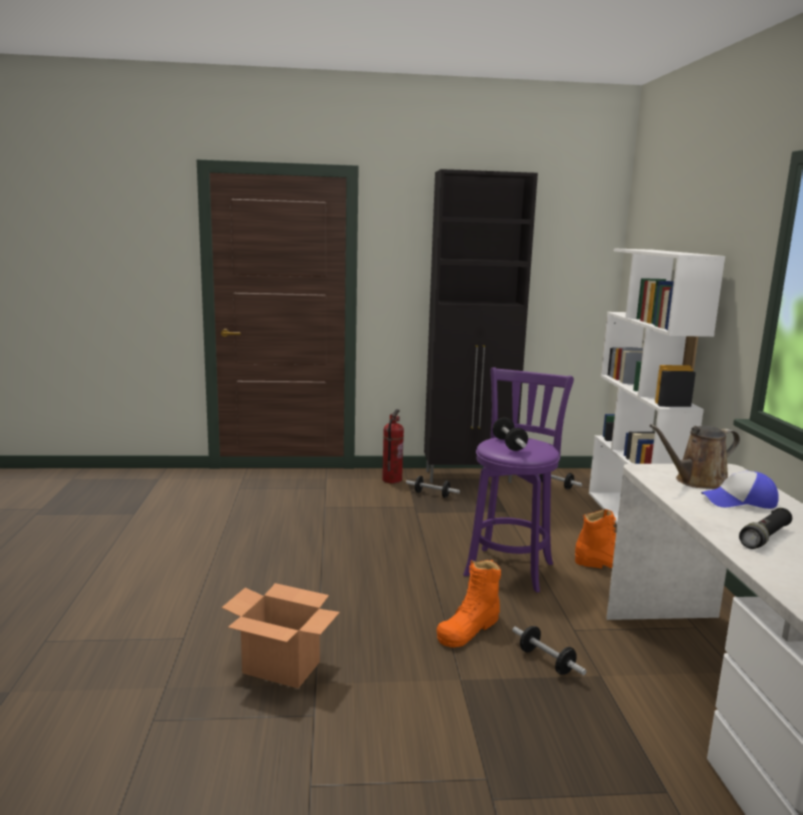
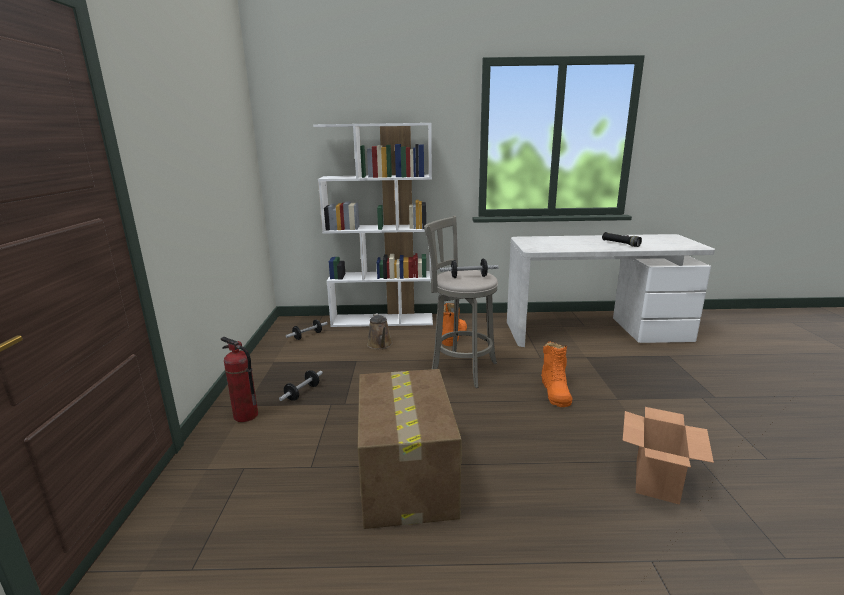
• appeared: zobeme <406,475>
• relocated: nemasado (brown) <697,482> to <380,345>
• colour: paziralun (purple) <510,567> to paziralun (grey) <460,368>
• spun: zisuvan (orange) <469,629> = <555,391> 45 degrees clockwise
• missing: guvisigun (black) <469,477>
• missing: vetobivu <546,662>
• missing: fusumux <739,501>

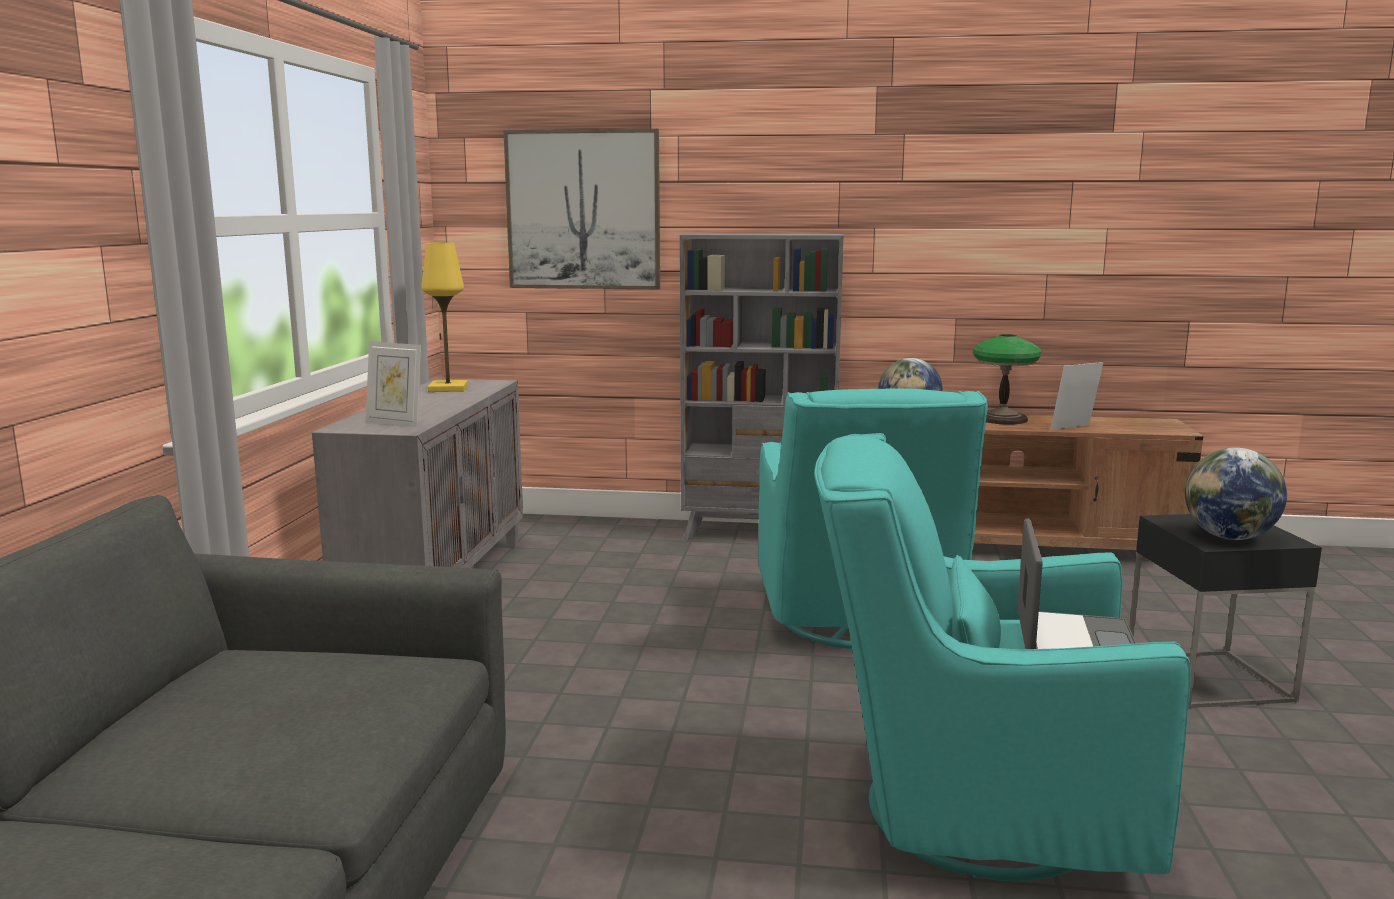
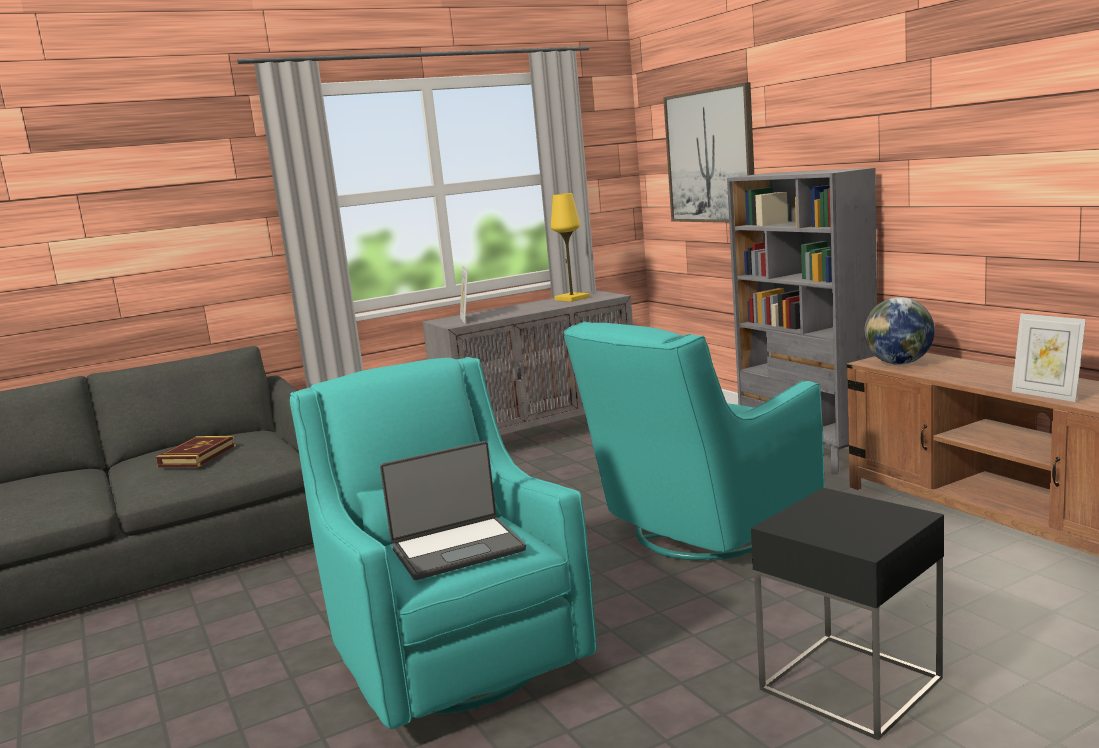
• appeared: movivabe <198,456>
• spun: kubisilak <1074,428> = <1046,395> 150 degrees counterclockwise
• missing: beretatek <1001,419>
• missing: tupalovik <1229,537>

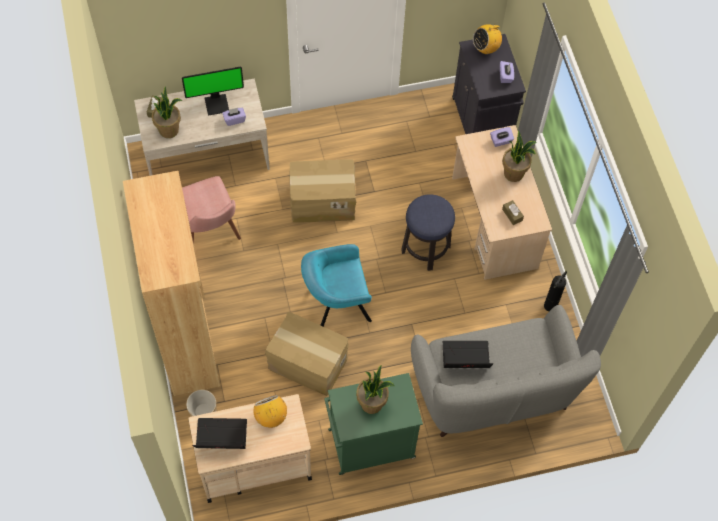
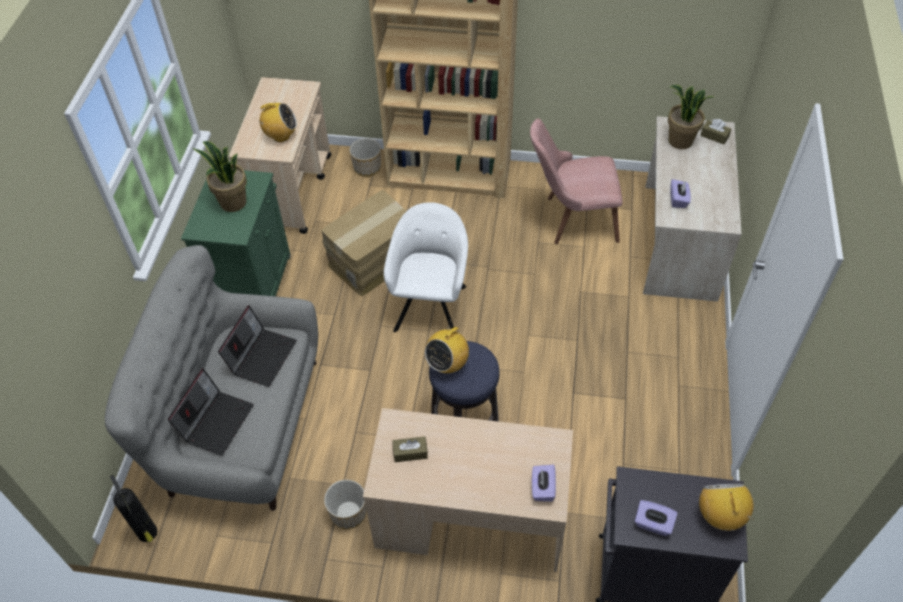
• relocated: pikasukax <550,305> to <148,534>
• relocated: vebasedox <220,438> to <216,421>
• appeared: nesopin <348,513>
• colour: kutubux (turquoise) <336,305> to kutubux (white) <431,305>
• appeared: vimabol <447,364>
• missing: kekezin <217,103>
• missing: zobeme <322,201>
• missing: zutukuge <514,173>

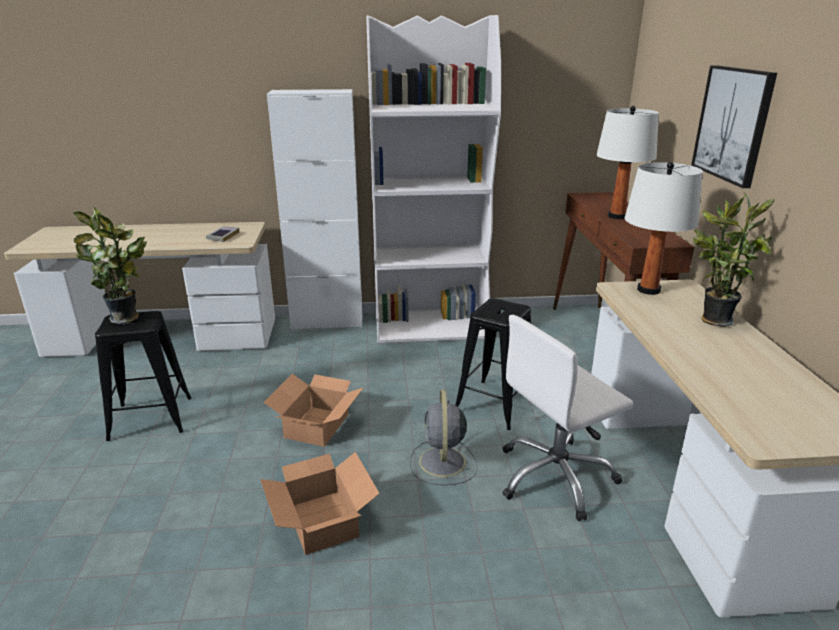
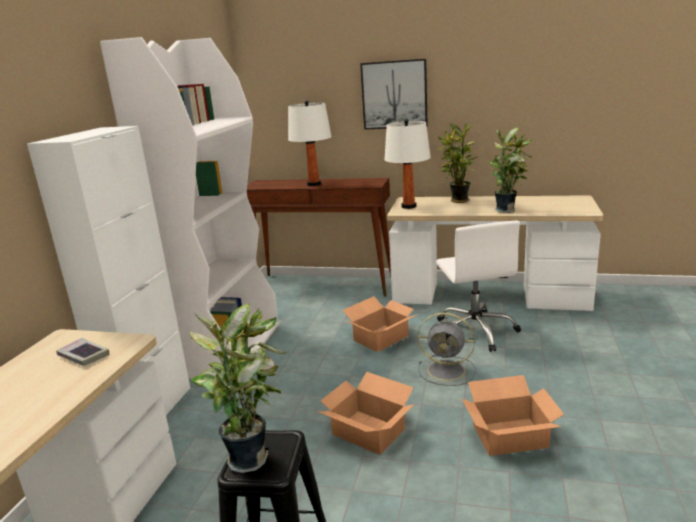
• exchanged: paziralun (black) <494,404> to zobeme <380,338>
• appeared: zutukuge <507,210>

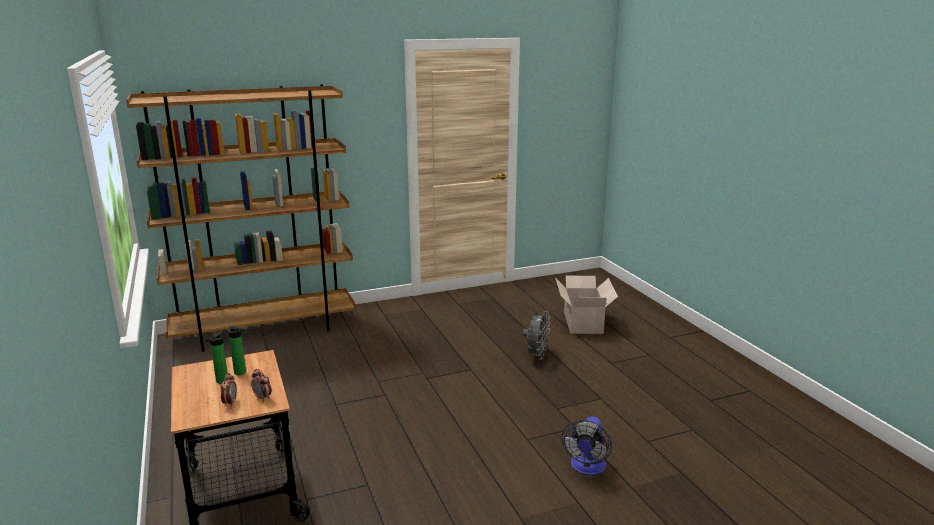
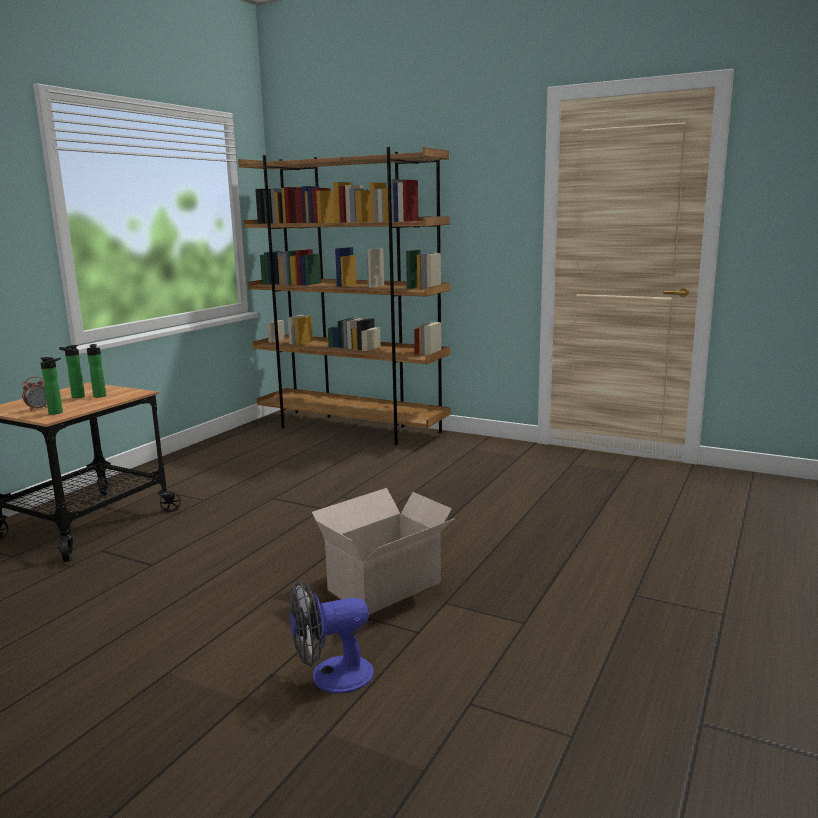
• exchanged: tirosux <262,397> to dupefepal <58,413>
• relocated: zobeme <583,322> to <387,585>
• missing: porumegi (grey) <536,356>

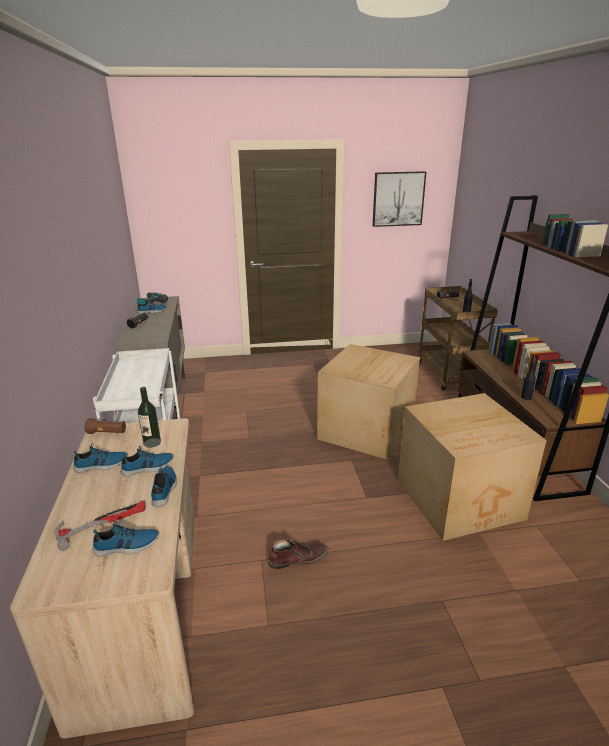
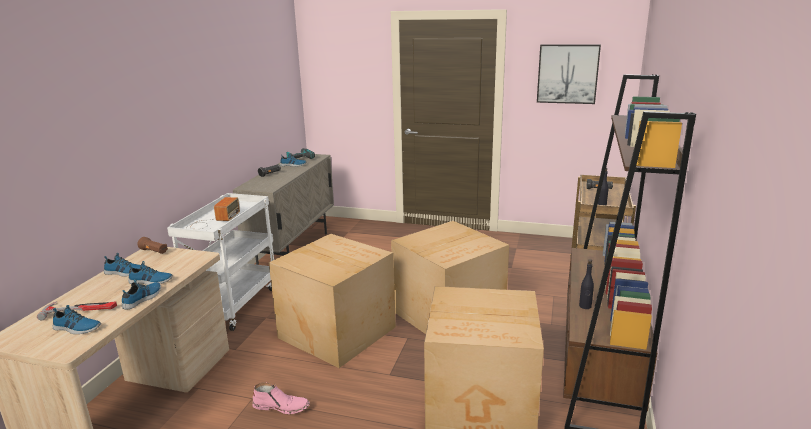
• appeared: vimabol <212,221>
• colour: zisuvan (brown) <298,558> to zisuvan (pink) <281,406>
• appeared: zobeme <337,331>
• missing: dupefepal <152,442>

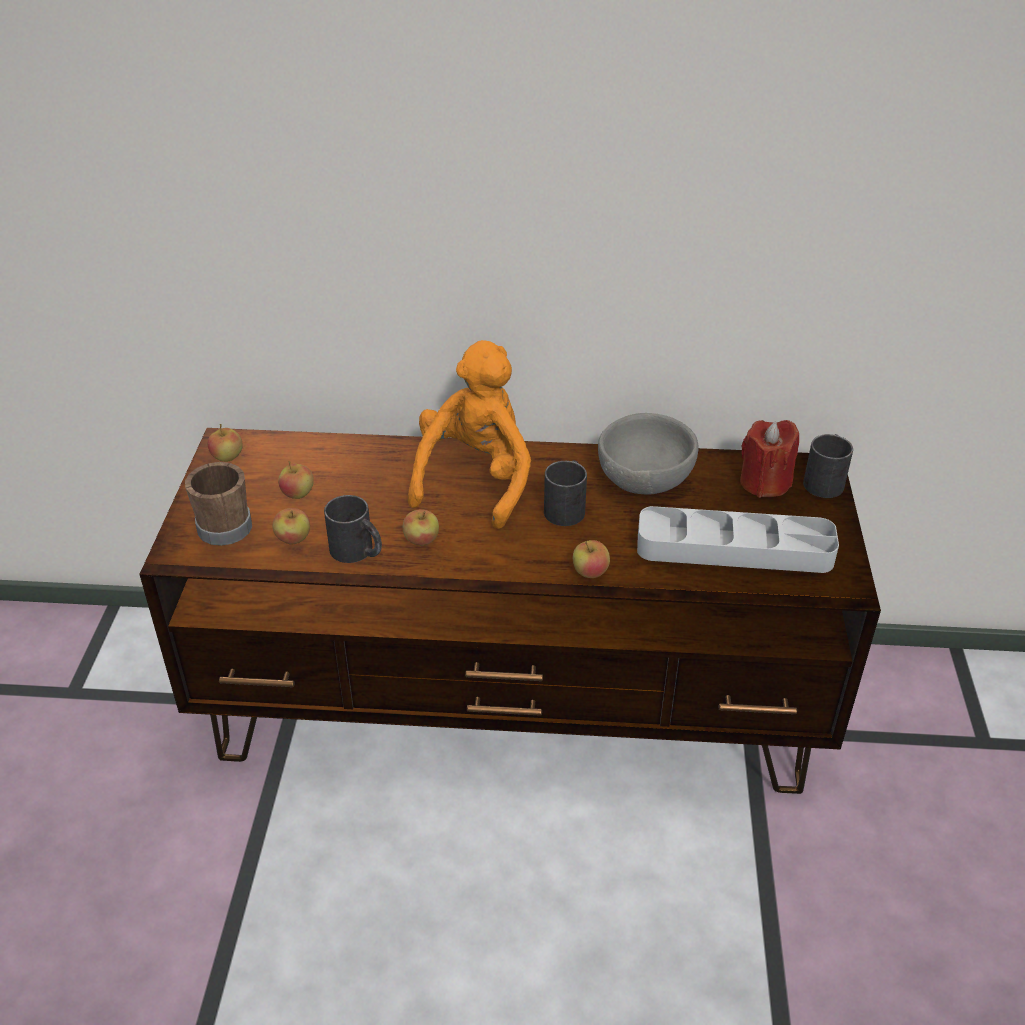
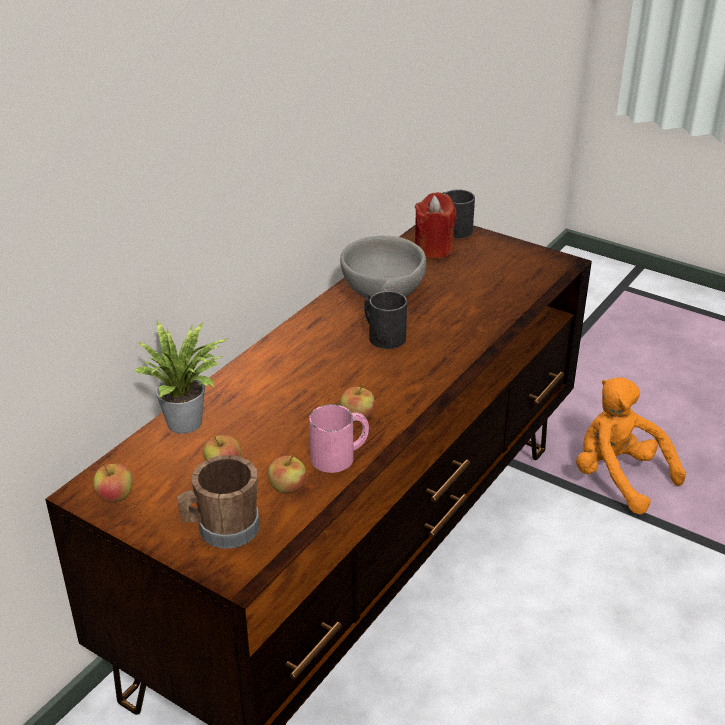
• appeared: zutukuge <189,423>
• colour: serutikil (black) <358,552> to serutikil (pink) <340,455>
• relocated: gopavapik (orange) <475,480> to <618,477>
• missing: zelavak <590,572>
• missing: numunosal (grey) <734,548>

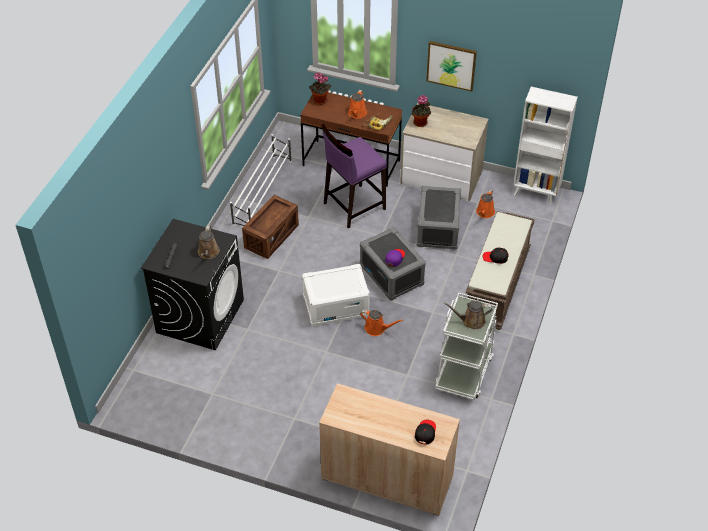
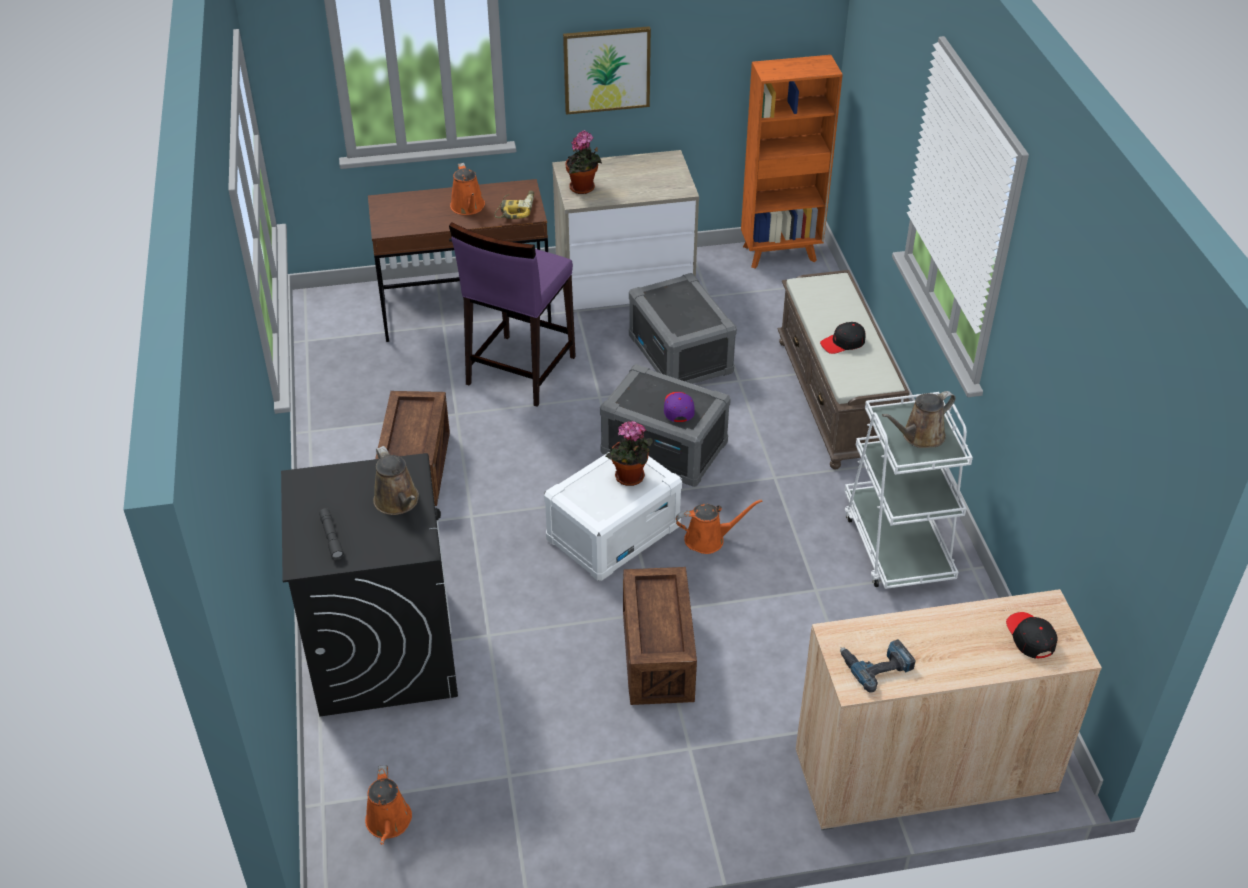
• relocated: nemasado (orange) <484,213> to <389,823>
• relocated: zutukuge <319,101> to <629,479>
• appeared: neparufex <657,655>
• colour: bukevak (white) <536,193> to bukevak (orange) <781,253>
• appeared: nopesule <876,665>
• missing: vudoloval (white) <263,192>

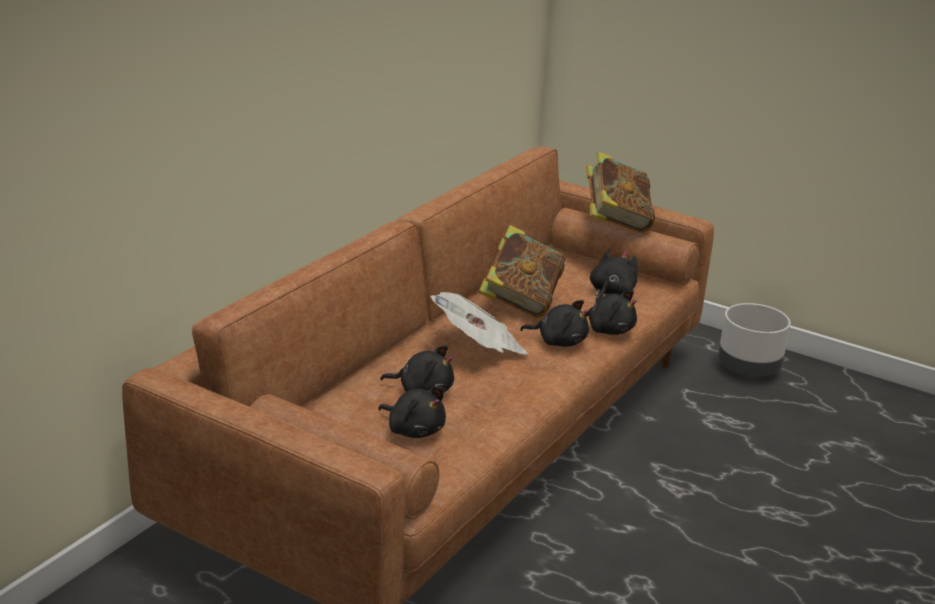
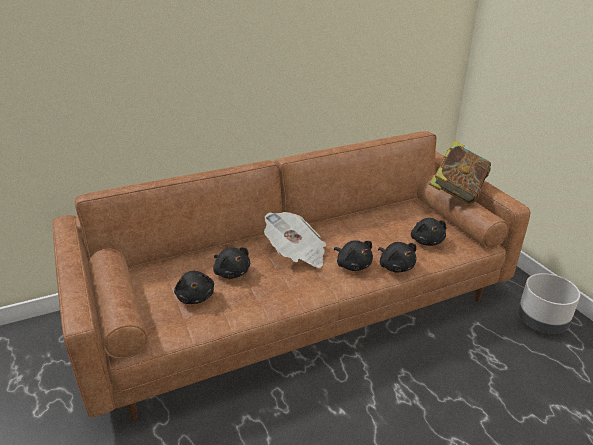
• spun: gopavapik (black) <610,293> = <426,241> 105 degrees clockwise
• missing: movivabe <520,302>

